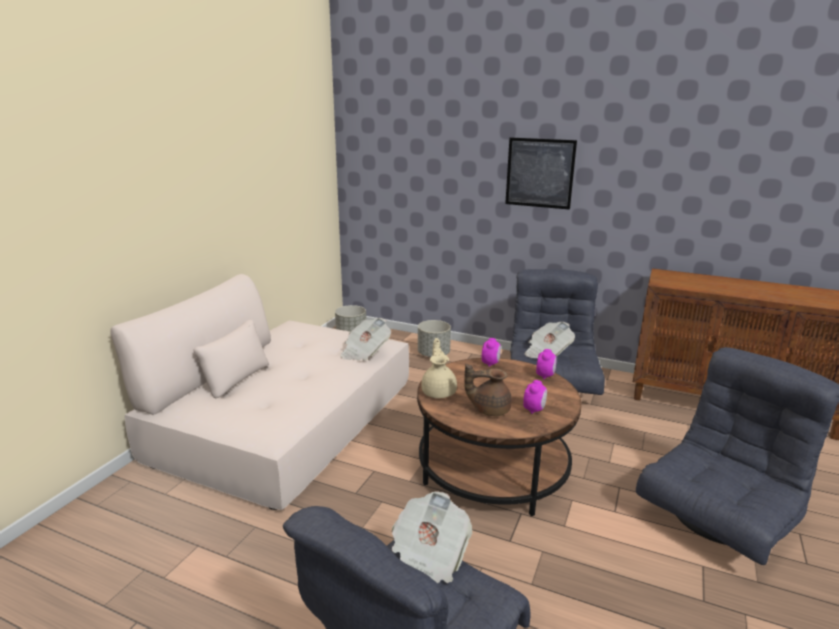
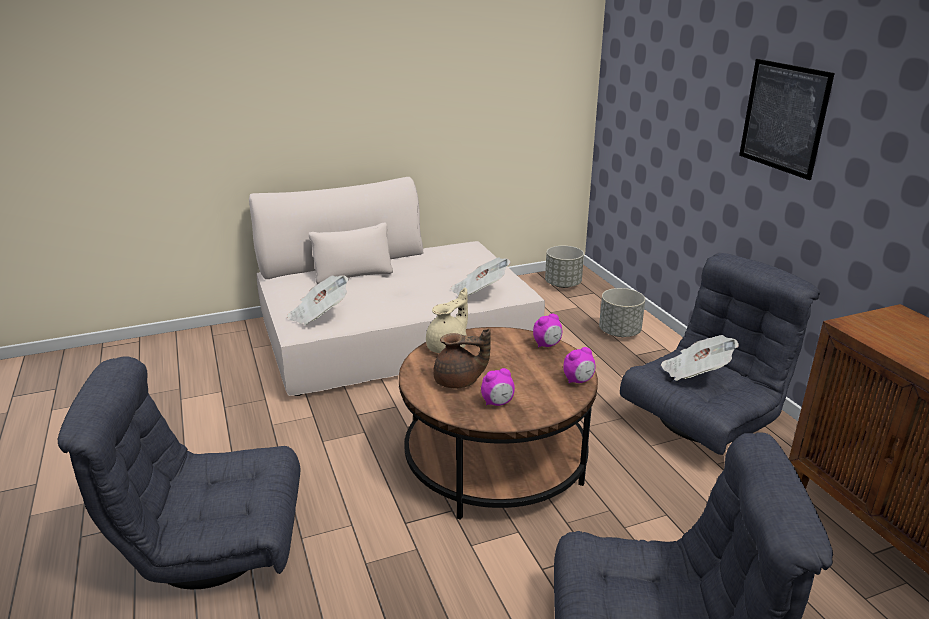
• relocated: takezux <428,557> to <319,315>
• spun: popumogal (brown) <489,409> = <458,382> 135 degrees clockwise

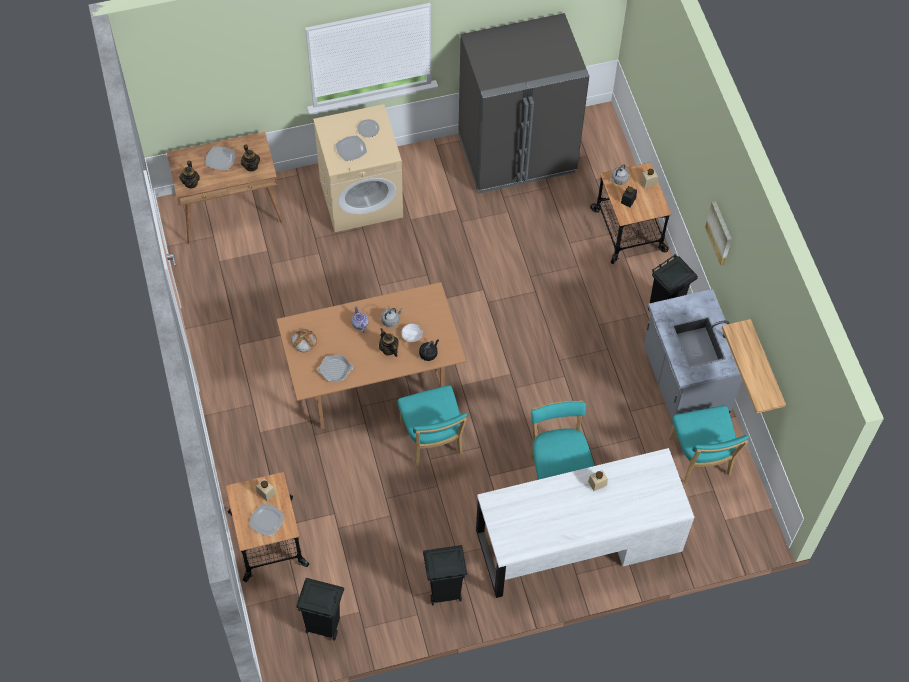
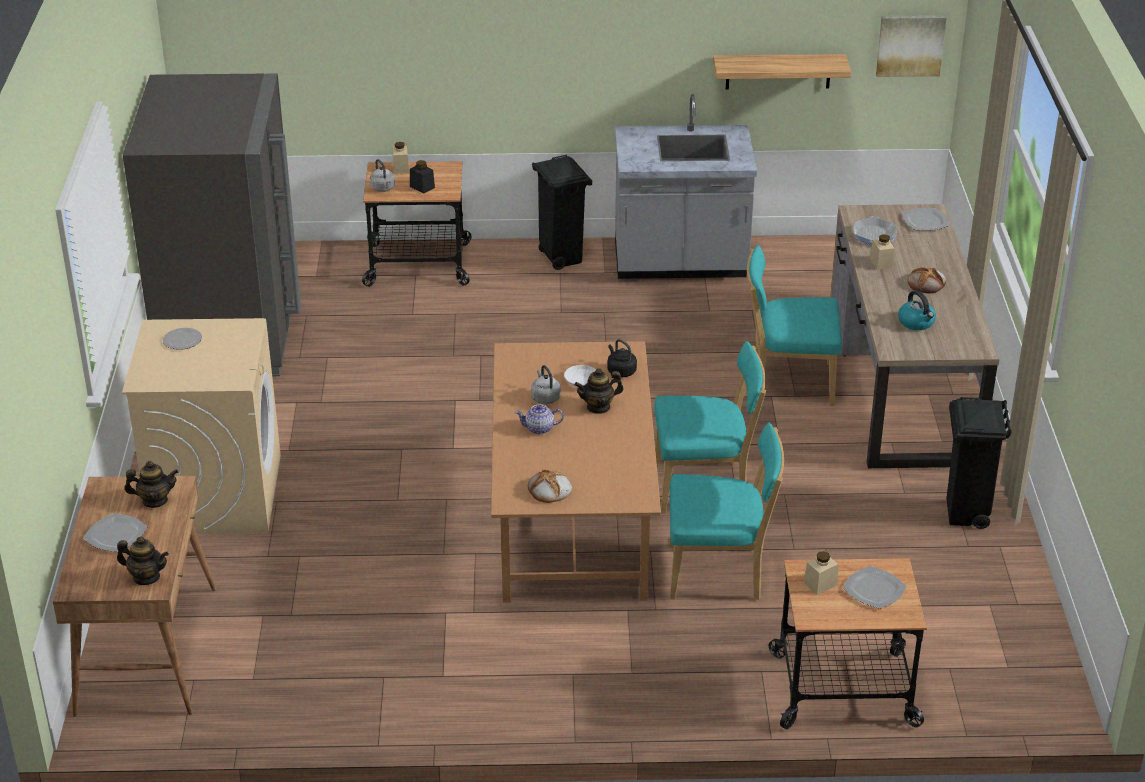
• relocated: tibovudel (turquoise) <700,460> to <720,573>
• colour: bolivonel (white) <578,540> to bolivonel (brown) <901,383>
• relocated: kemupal <335,370> to <874,235>
• relocated: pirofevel <720,232> to <910,45>
• appeared: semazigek <916,322>
• relocated: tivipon <351,149> to <925,221>
• appeared: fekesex <926,283>
• missing: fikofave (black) <323,626>

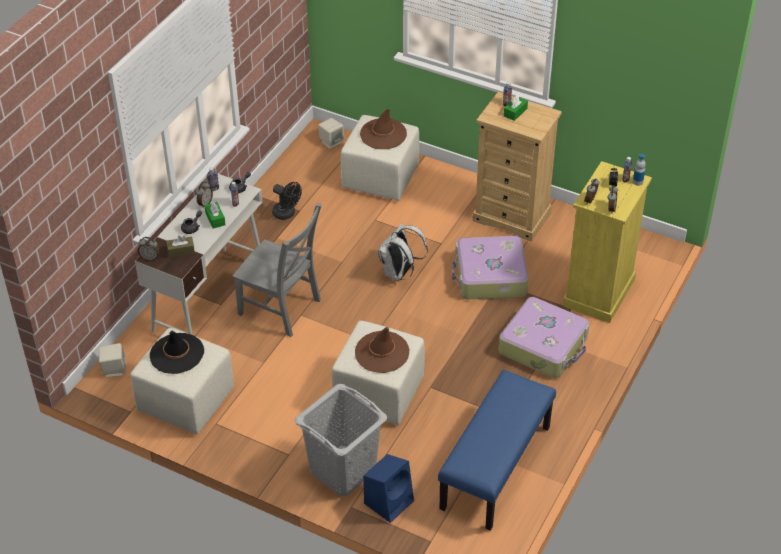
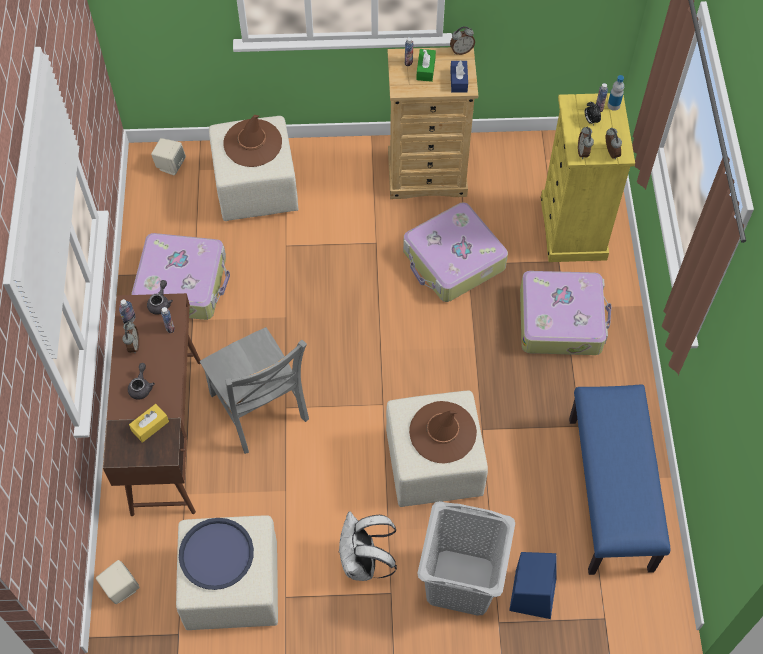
• colour: bolivonel (white) <209,296> to bolivonel (brown) <167,435>
• colour: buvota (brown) <181,251> to buvota (yellow) <150,426>
• exchanged: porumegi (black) <287,214> to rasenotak <183,283>
• exchanged: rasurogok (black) <176,354> to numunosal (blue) <216,554>
• spun: tibovudel (grey) <282,309> = <260,410> 60 degrees clockwise
• relocated: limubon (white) <399,273> to <364,563>
• relocated: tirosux <150,258> to <461,51>
• appeared: buvota (blue) <458,80>
• missing: buvota (green) <215,219>

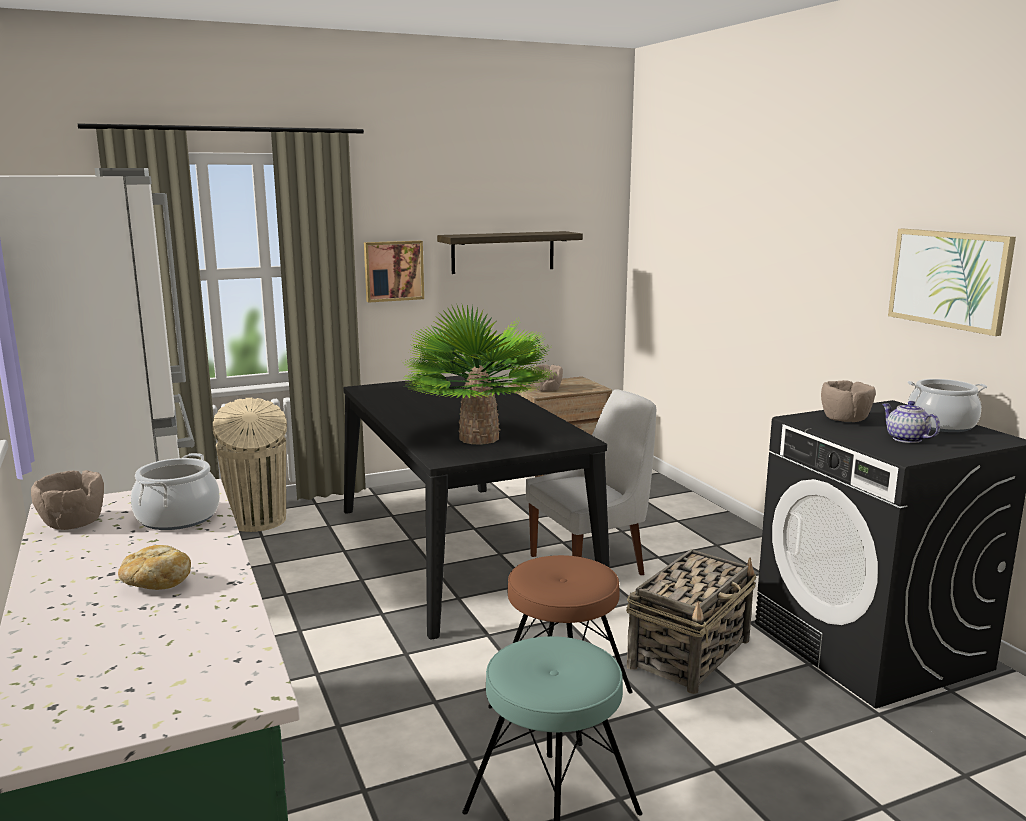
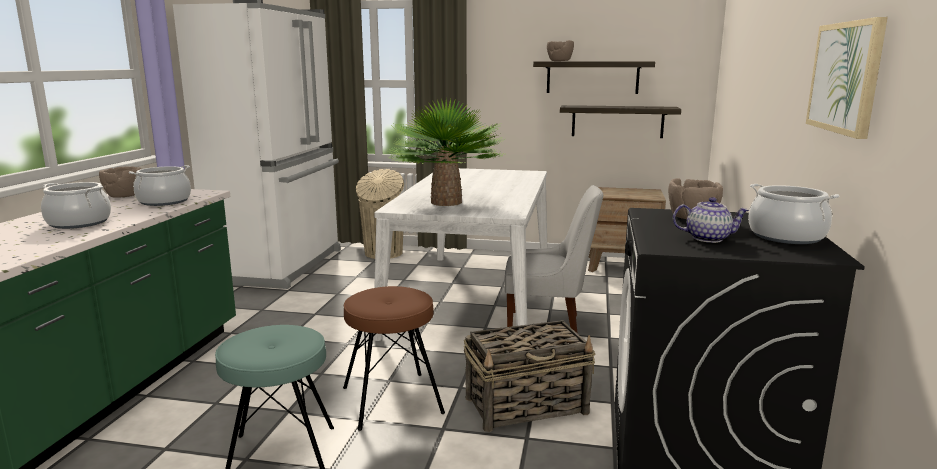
• exchanged: fekesex <156,584> to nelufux <79,223>
• colour: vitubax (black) <462,550> to vitubax (white) <473,297>
• relocated: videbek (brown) <546,389> to <560,61>
• appeared: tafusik <617,121>
• spun: popumogal <906,439> = <708,238> 90 degrees clockwise
• missing: pirofevel <393,270>

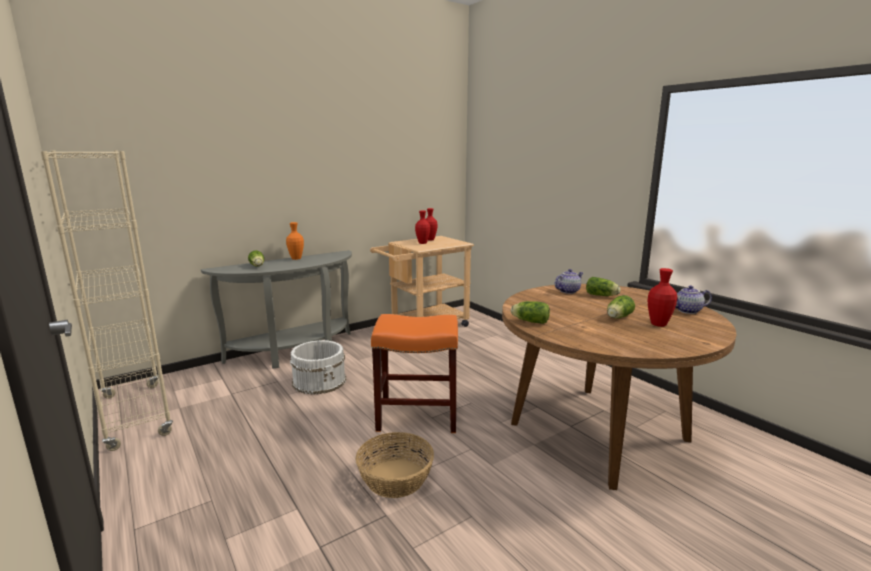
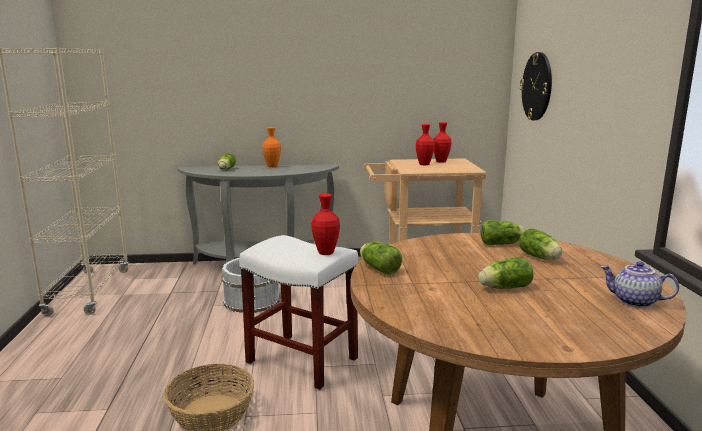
• colour: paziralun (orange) <418,416> to paziralun (white) <303,361>
• relocated: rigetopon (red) <658,324> to <326,253>
• exchanged: popumogal <567,291> to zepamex <502,244>
• appeared: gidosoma <537,86>

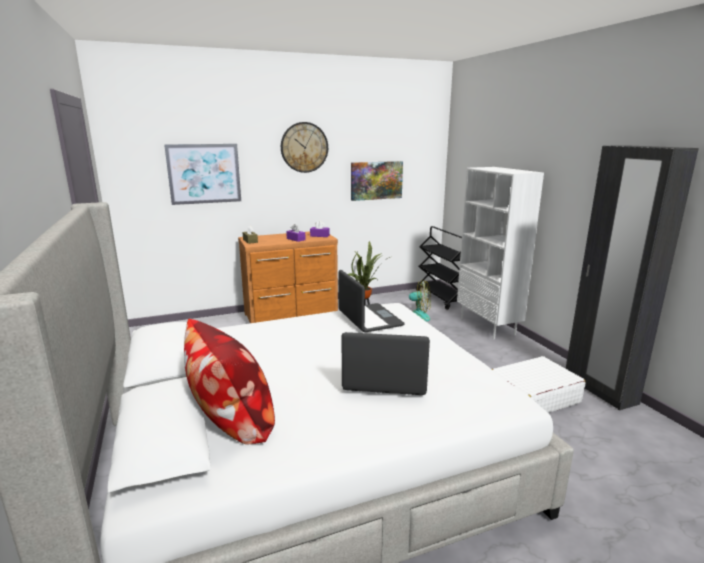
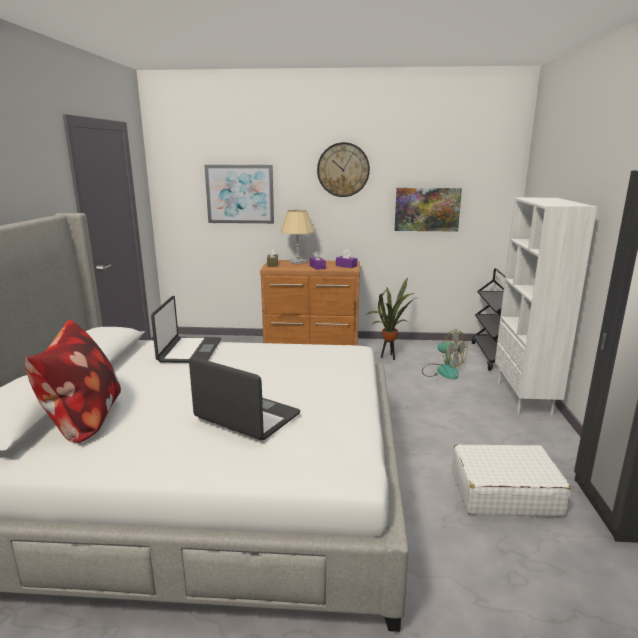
• relocated: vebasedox <369,319> to <189,351>
• appeared: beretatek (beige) <298,262>

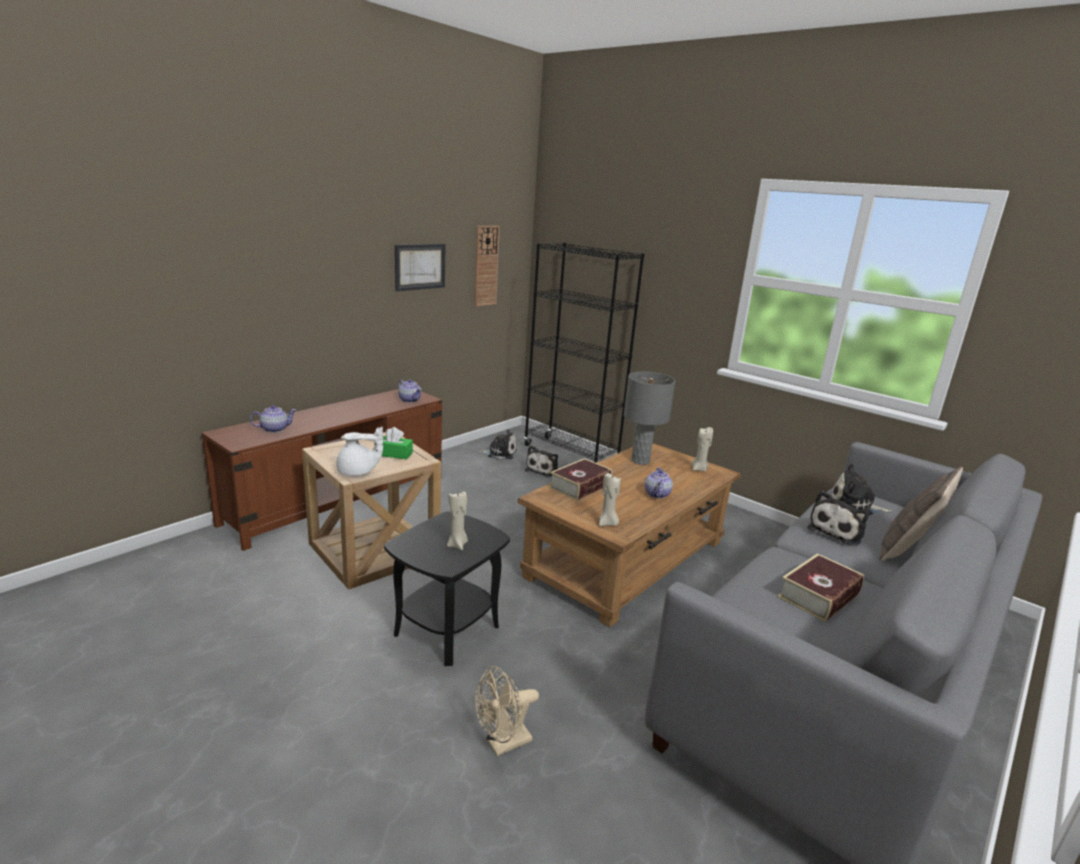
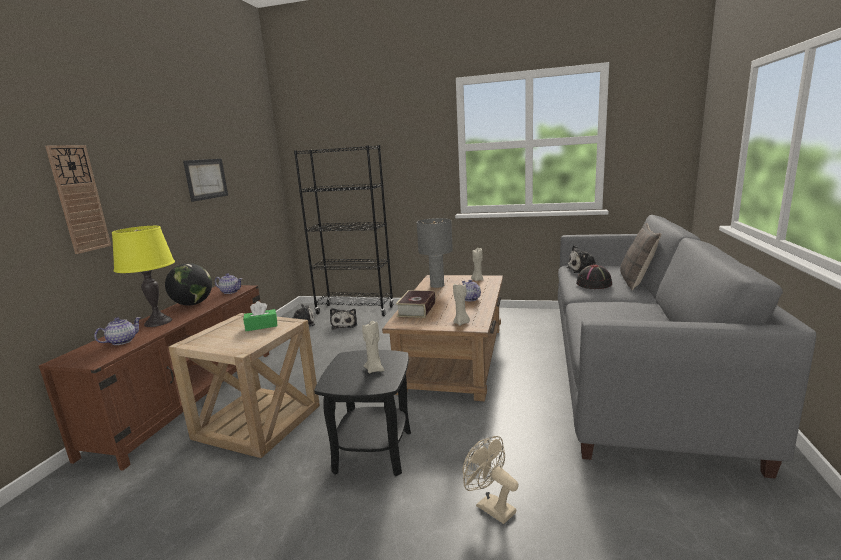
• relocated: gidosoma <486,266> to <79,199>
• appeared: beretatek (yellow) <158,322>
• appeared: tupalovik <193,304>
• spun: porumegi (beige) <503,744> = <490,507> 105 degrees clockwise
• exchanged: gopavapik <837,531> to rasurogok (black) <594,284>
• missing: popumogal (white) <358,472>
• missing: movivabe <819,595>

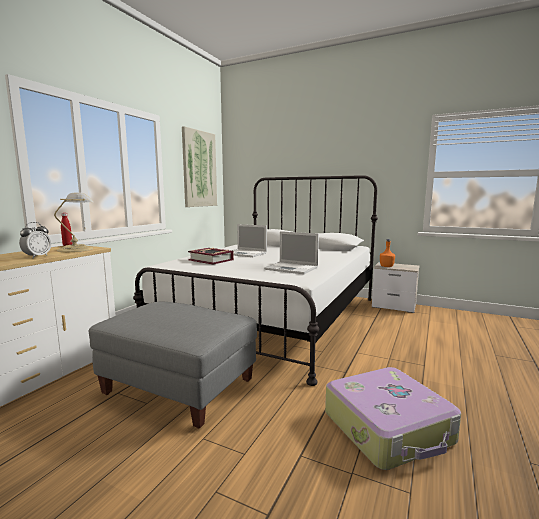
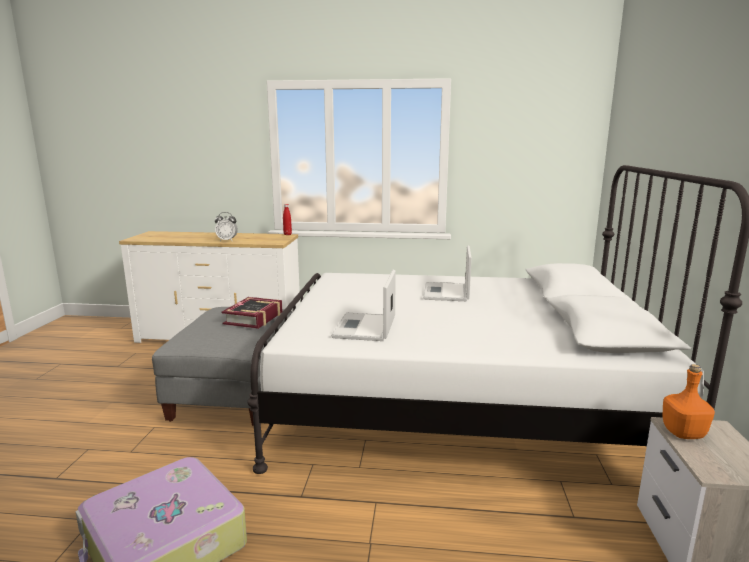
• relocated: movivabe <211,260> to <254,318>
• missing: beretatek <77,249>
• missing: pirofevel <199,169>

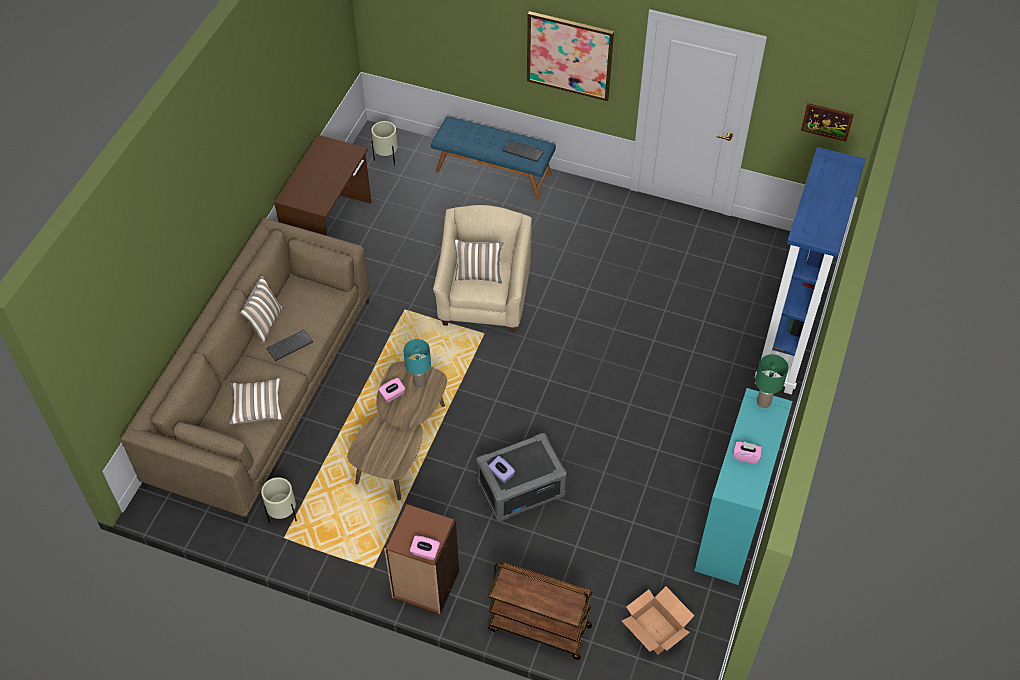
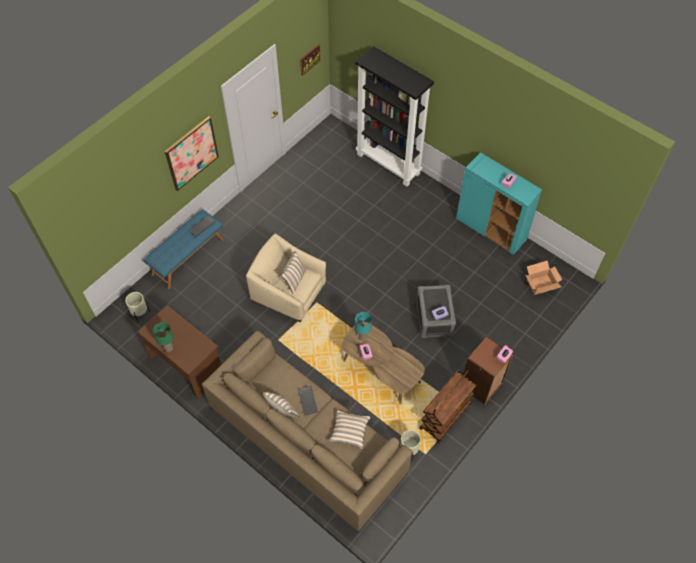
• relocated: beretatek (green) <764,402> to <169,348>
• colour: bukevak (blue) <786,347> to bukevak (black) <389,164>
• relocated: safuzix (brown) <538,628> to <445,417>

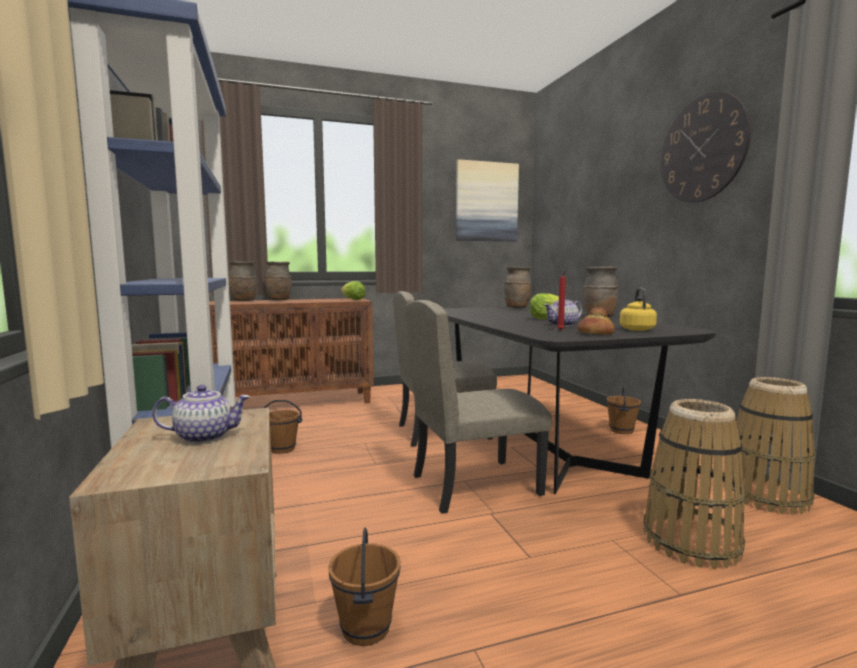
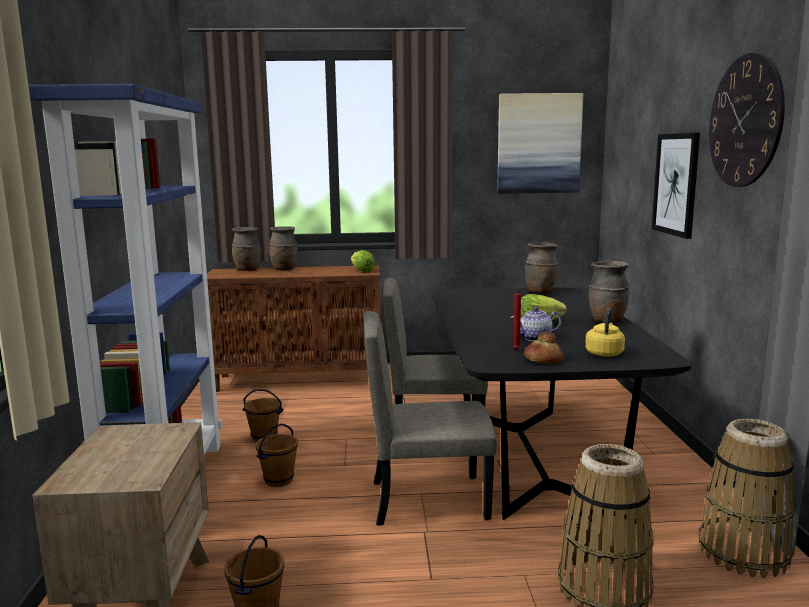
• relocated: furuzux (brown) <621,430> to <278,480>
• appeared: pirofevel <676,184>
• missing: popumogal <205,436>

